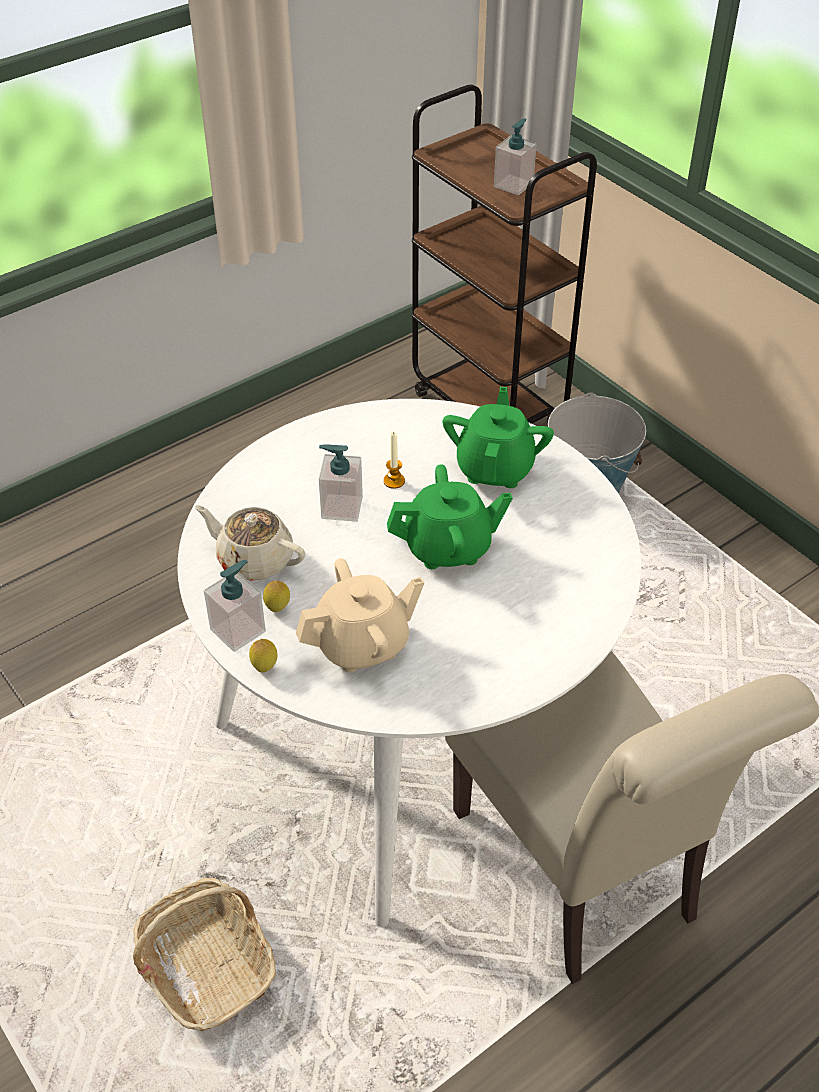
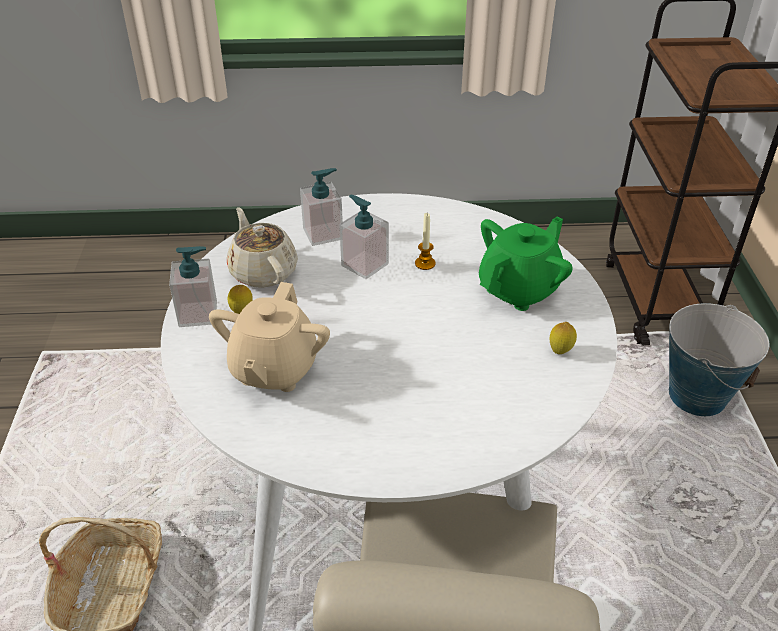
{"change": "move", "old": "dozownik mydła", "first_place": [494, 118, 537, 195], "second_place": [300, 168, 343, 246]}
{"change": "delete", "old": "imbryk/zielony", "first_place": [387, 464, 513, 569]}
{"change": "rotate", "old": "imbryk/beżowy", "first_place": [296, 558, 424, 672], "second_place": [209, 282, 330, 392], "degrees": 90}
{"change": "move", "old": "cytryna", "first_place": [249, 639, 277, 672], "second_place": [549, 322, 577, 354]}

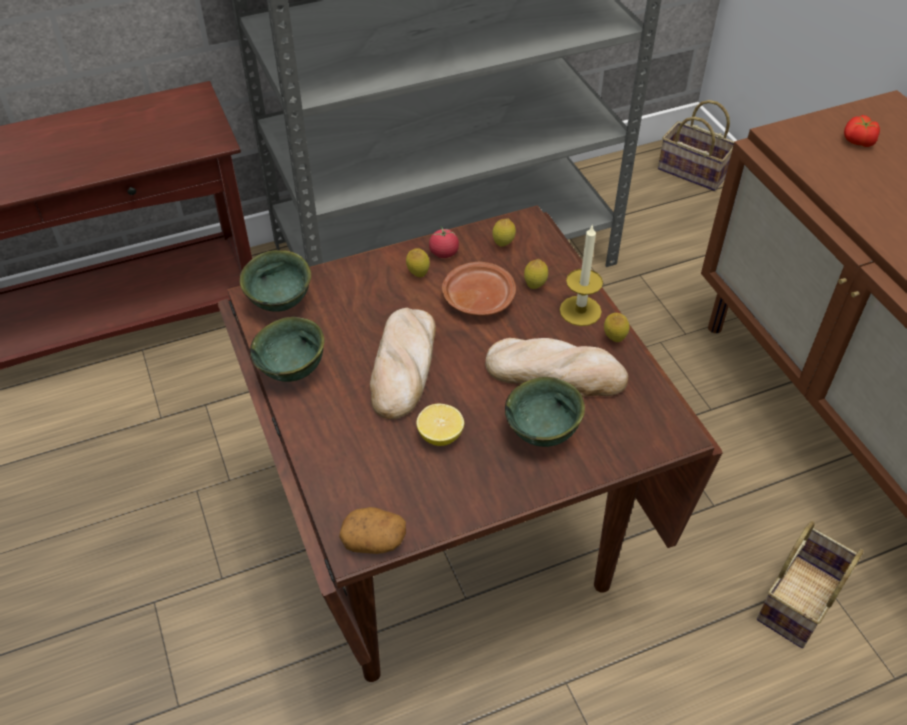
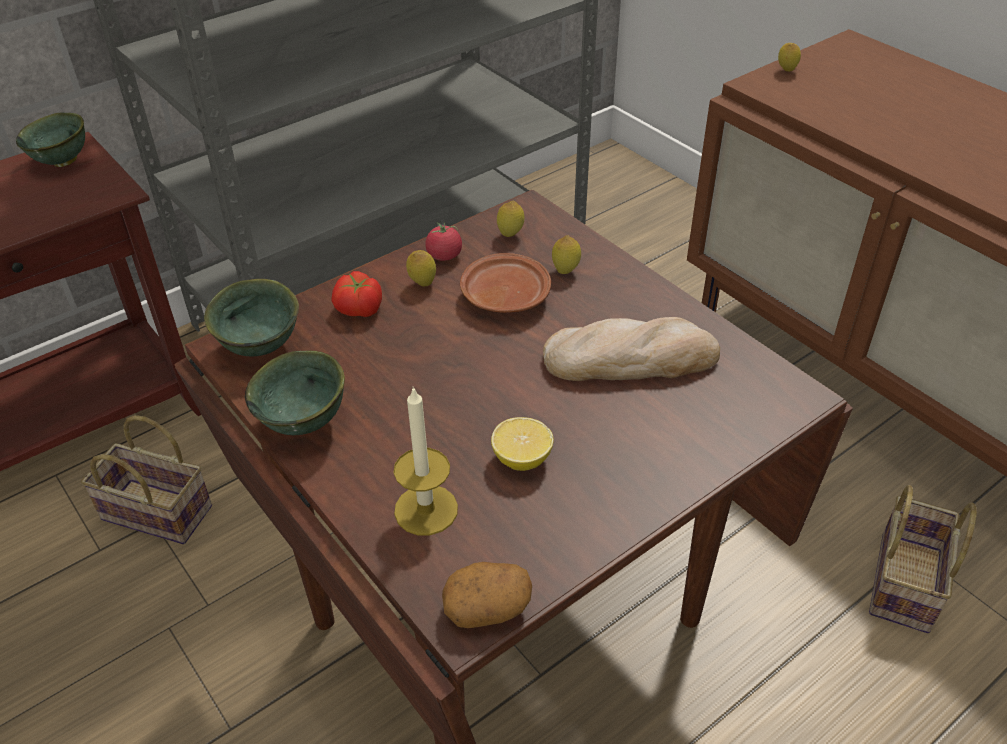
{"change": "move", "old": "koszyk", "first_place": [658, 100, 735, 191], "second_place": [81, 415, 212, 544]}
{"change": "move", "old": "pomidor", "first_place": [844, 115, 880, 147], "second_place": [331, 271, 382, 317]}
{"change": "move", "old": "świeca", "first_place": [560, 226, 603, 326], "second_place": [394, 387, 458, 535]}
{"change": "delete", "old": "chleb", "first_place": [370, 308, 436, 419]}
{"change": "move", "old": "cytryna", "first_place": [604, 313, 630, 342], "second_place": [778, 43, 801, 72]}
{"change": "move", "old": "miska/zielony", "first_place": [505, 377, 585, 447], "second_place": [16, 112, 85, 167]}

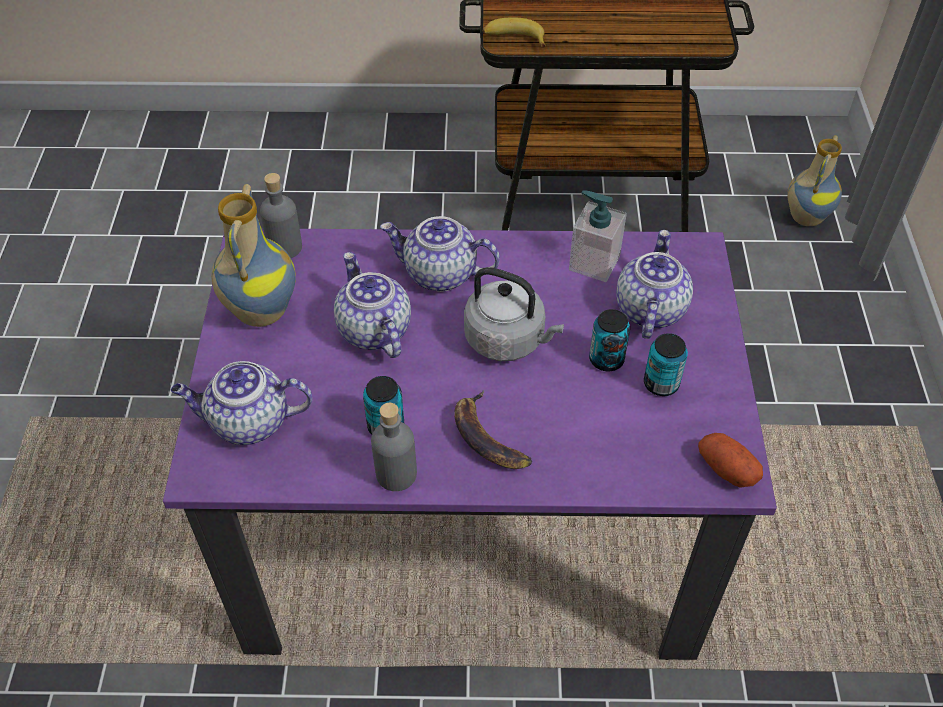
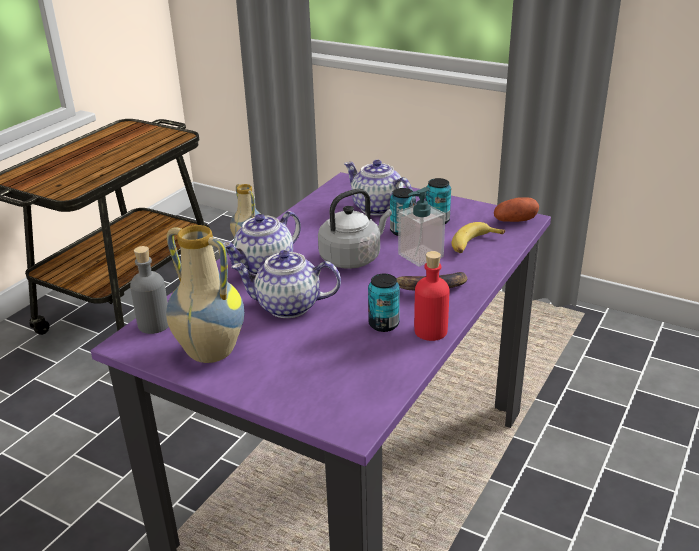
{"change": "move", "old": "banan", "first_place": [482, 17, 546, 48], "second_place": [452, 222, 505, 253]}
{"change": "move", "old": "dozownik mydła", "first_place": [569, 190, 627, 282], "second_place": [398, 187, 445, 267]}
{"change": "delete", "old": "imbryk", "first_place": [171, 361, 312, 445]}
{"change": "recolor", "old": "butelka/szary", "new": "butelka/czerwony", "first_place": [371, 403, 417, 491], "second_place": [414, 251, 449, 341]}

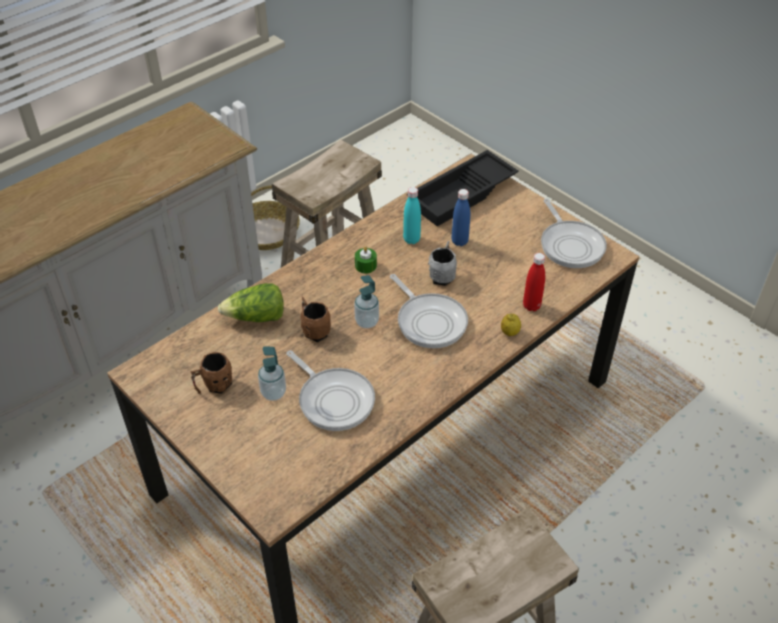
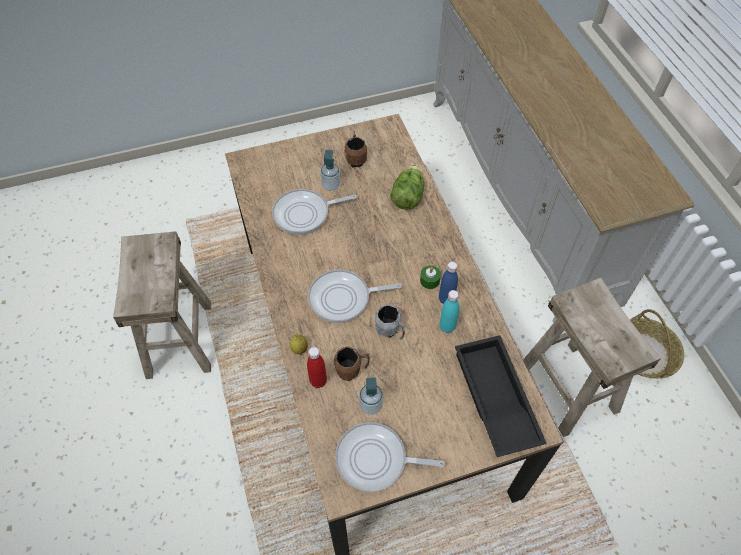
{"change": "move", "old": "butelka/niebieski", "first_place": [452, 189, 470, 246], "second_place": [439, 261, 458, 304]}
{"change": "move", "old": "dozownik mydła", "first_place": [354, 275, 379, 328], "second_place": [359, 377, 383, 415]}
{"change": "move", "old": "kubek/brązowy", "first_place": [300, 297, 331, 342], "second_place": [334, 346, 370, 381]}

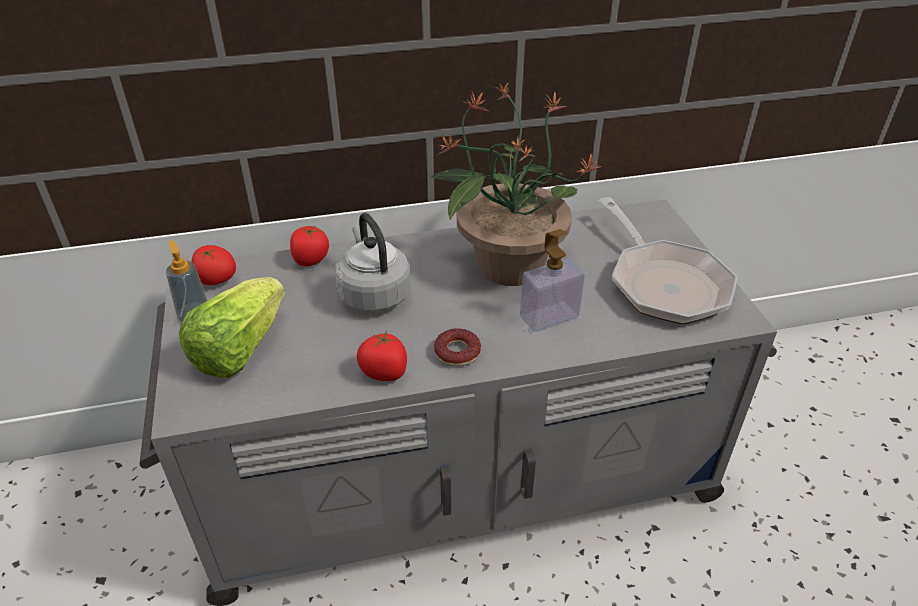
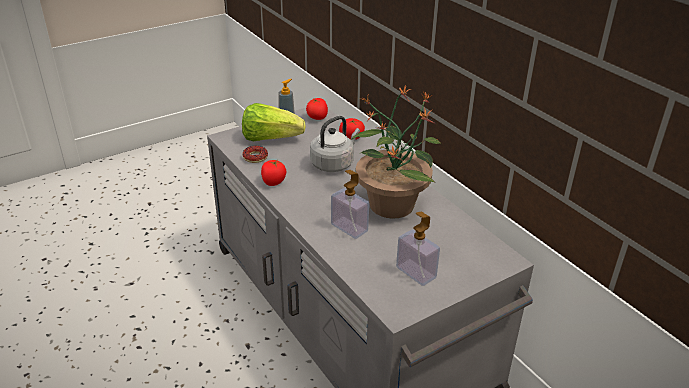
{"change": "replace", "old": "patelnia", "new": "dozownik mydła", "first_place": [599, 197, 737, 324], "second_place": [396, 212, 440, 286]}
{"change": "move", "old": "donut", "first_place": [434, 328, 481, 366], "second_place": [243, 146, 268, 163]}

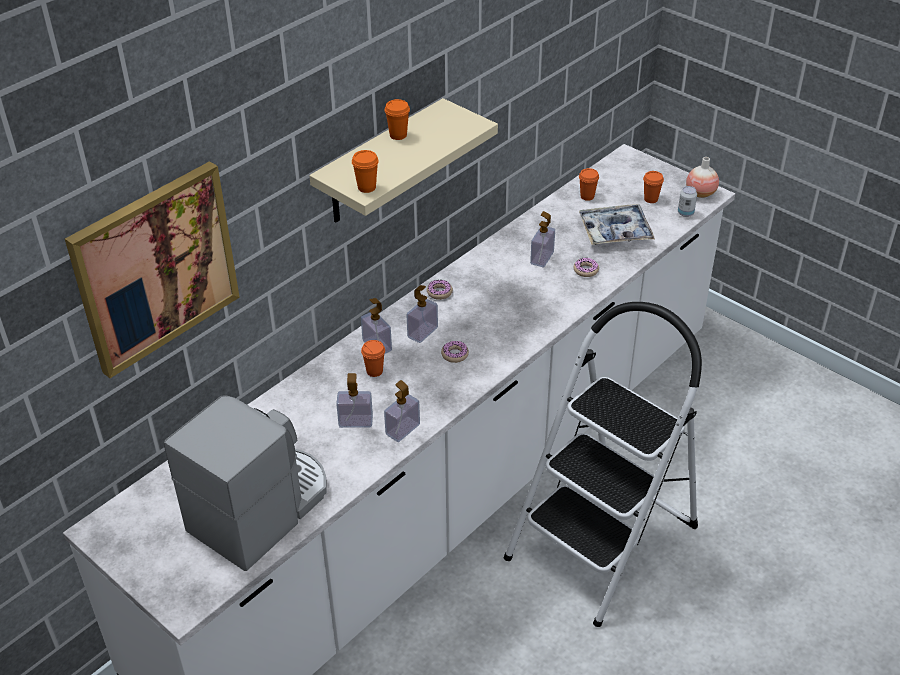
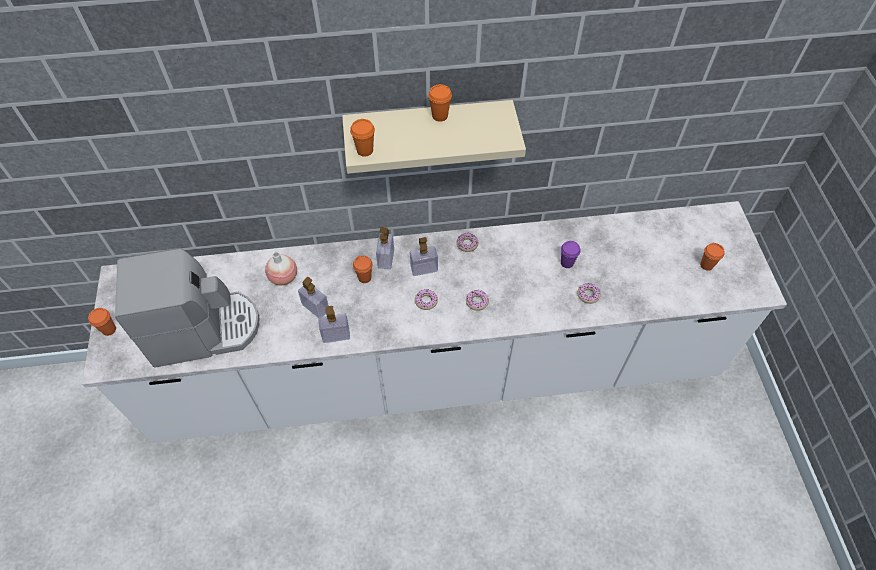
{"change": "move", "old": "wazon", "first_place": [686, 157, 719, 198], "second_place": [265, 252, 297, 285]}
{"change": "delete", "old": "obraz", "first_place": [65, 161, 240, 378]}
{"change": "move", "old": "filiżanka/pomarańczowy", "first_place": [579, 168, 599, 201], "second_place": [88, 308, 116, 336]}
{"change": "delete", "old": "puszka", "first_place": [678, 186, 697, 217]}
{"change": "delete", "old": "taca", "first_place": [579, 204, 655, 245]}
{"change": "replace", "old": "dozownik mydła", "new": "filiżanka/fioletowy", "first_place": [530, 211, 555, 267], "second_place": [561, 241, 580, 268]}
{"change": "delete", "old": "drabinka", "first_place": [504, 302, 702, 627]}
{"change": "insert", "new": "donut", "second_place": [466, 290, 489, 311]}

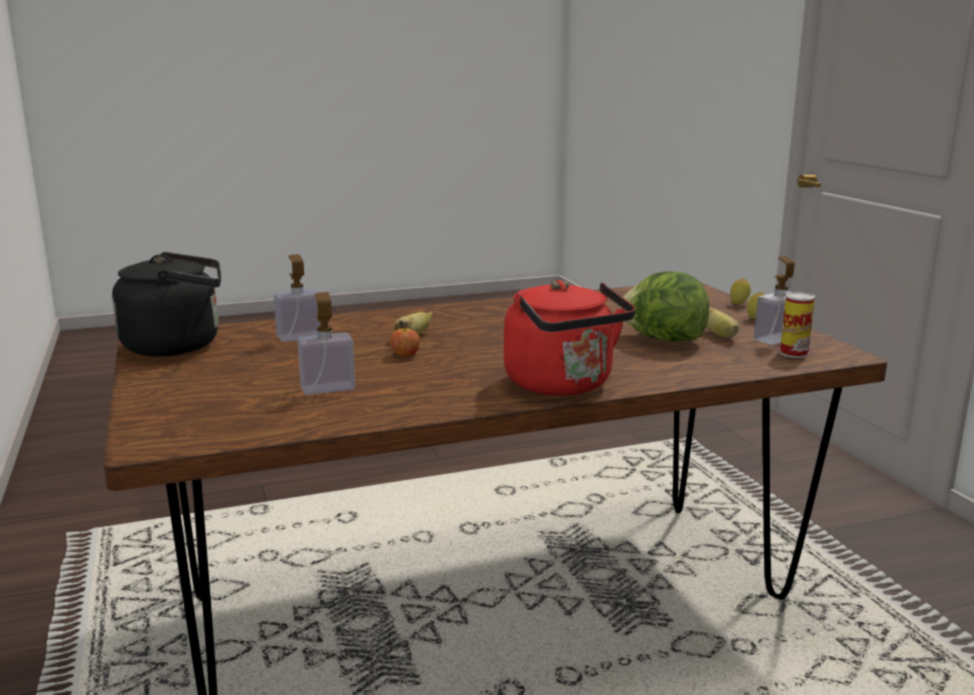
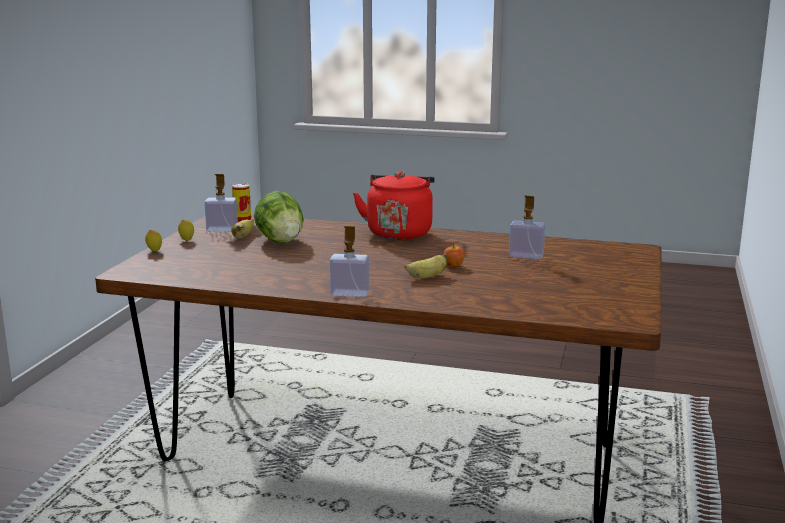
{"change": "delete", "old": "czajnik/czarny", "first_place": [112, 252, 221, 356]}
{"change": "move", "old": "dozownik mydła", "first_place": [274, 254, 321, 342], "second_place": [330, 226, 369, 297]}

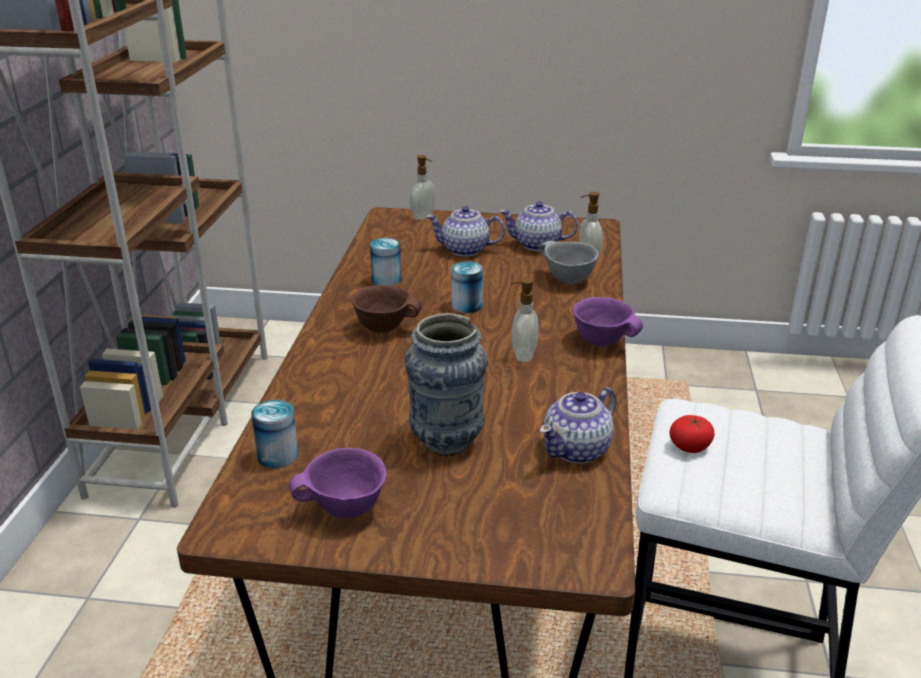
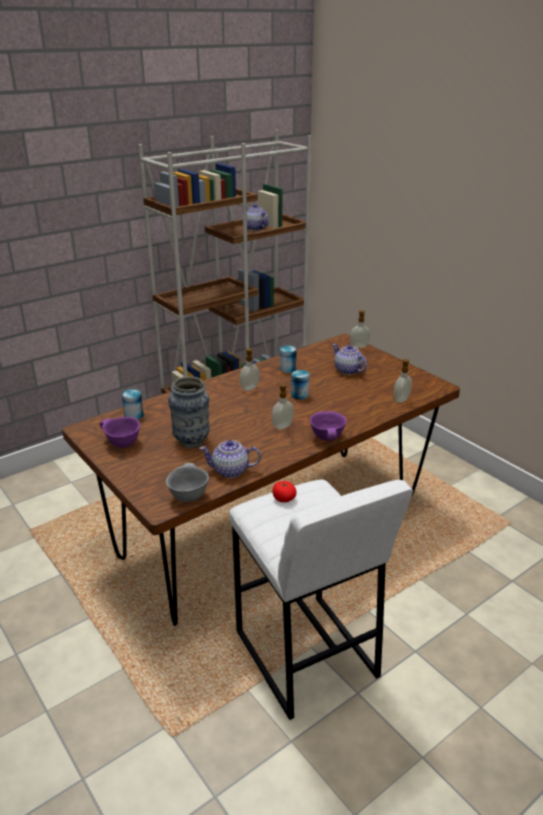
{"change": "move", "old": "imbryk", "first_place": [500, 201, 578, 251], "second_place": [247, 204, 269, 231]}
{"change": "move", "old": "miska/szary", "first_place": [539, 241, 599, 284], "second_place": [166, 463, 209, 502]}
{"change": "replace", "old": "miska/brązowy", "new": "dozownik mydła", "first_place": [351, 285, 422, 333], "second_place": [240, 348, 260, 391]}

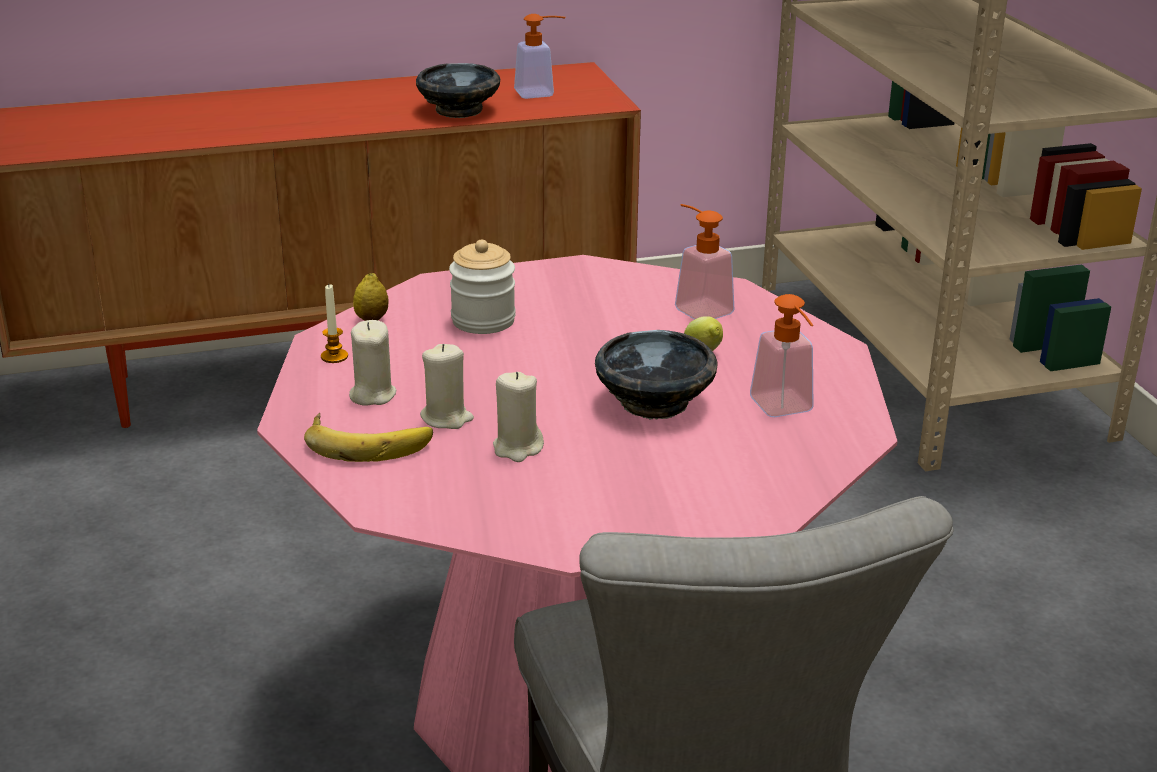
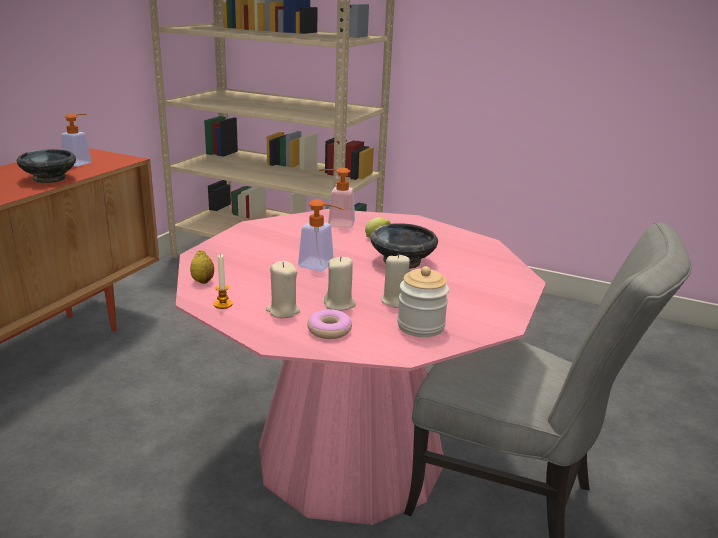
{"change": "move", "old": "słoik", "first_place": [449, 240, 516, 334], "second_place": [397, 266, 449, 337]}
{"change": "move", "old": "dozownik mydła", "first_place": [750, 294, 814, 417], "second_place": [298, 200, 343, 271]}
{"change": "replace", "old": "banan", "new": "donut", "first_place": [304, 412, 433, 462], "second_place": [307, 309, 352, 339]}

